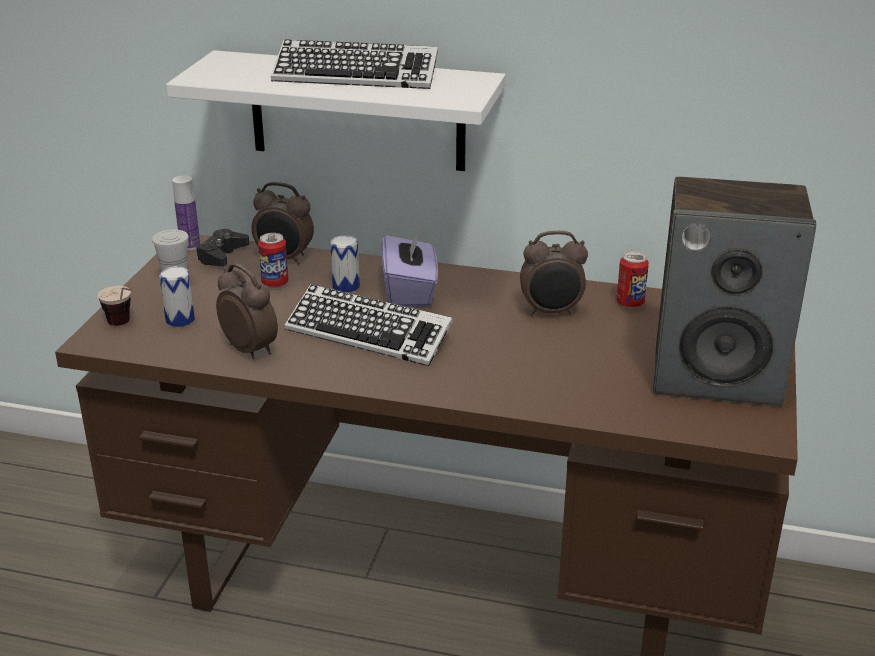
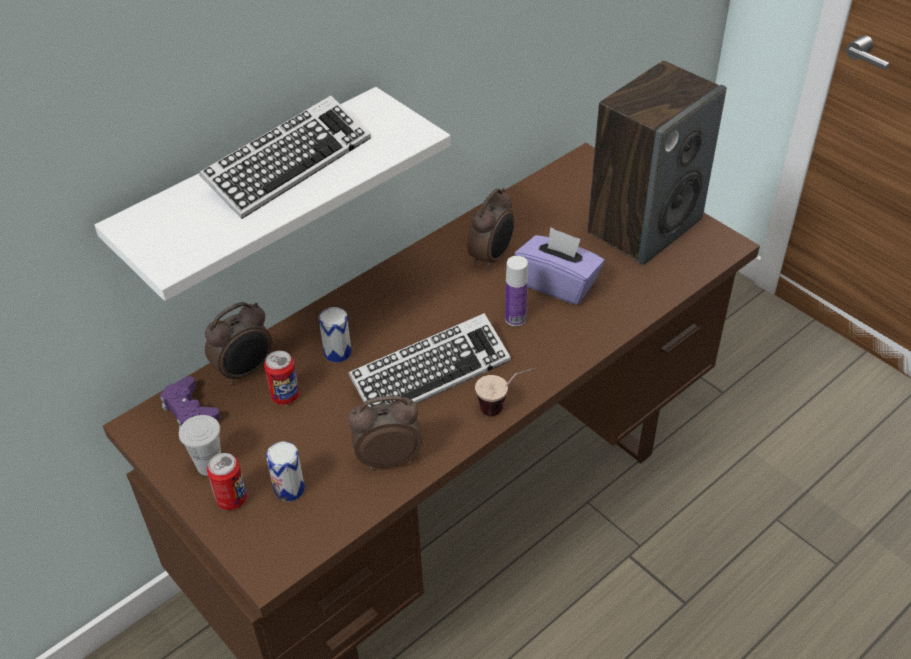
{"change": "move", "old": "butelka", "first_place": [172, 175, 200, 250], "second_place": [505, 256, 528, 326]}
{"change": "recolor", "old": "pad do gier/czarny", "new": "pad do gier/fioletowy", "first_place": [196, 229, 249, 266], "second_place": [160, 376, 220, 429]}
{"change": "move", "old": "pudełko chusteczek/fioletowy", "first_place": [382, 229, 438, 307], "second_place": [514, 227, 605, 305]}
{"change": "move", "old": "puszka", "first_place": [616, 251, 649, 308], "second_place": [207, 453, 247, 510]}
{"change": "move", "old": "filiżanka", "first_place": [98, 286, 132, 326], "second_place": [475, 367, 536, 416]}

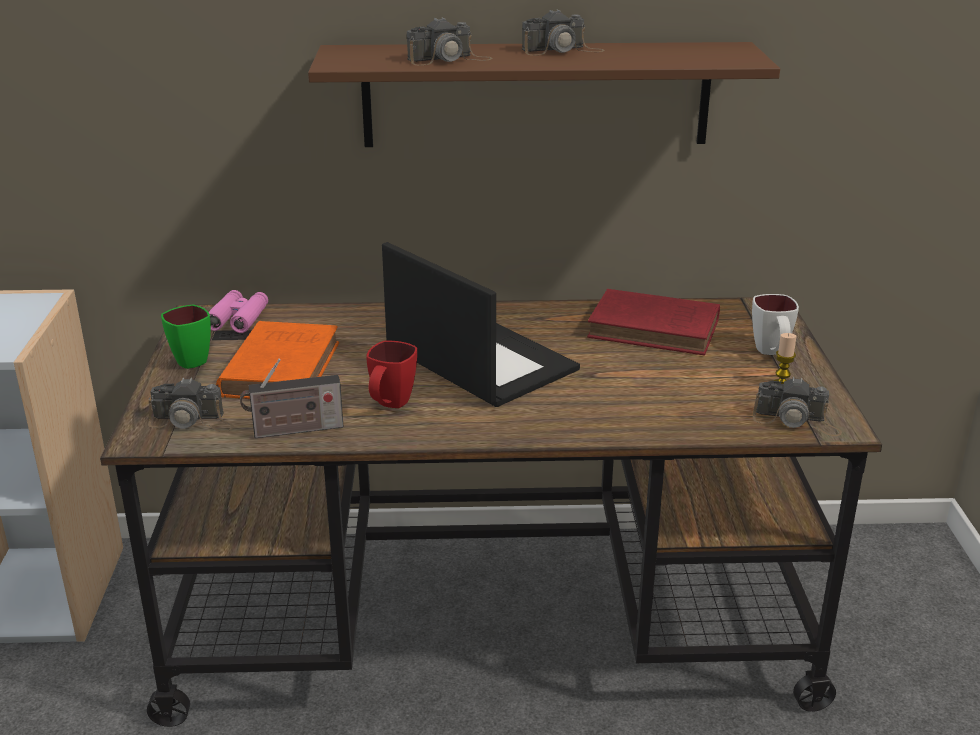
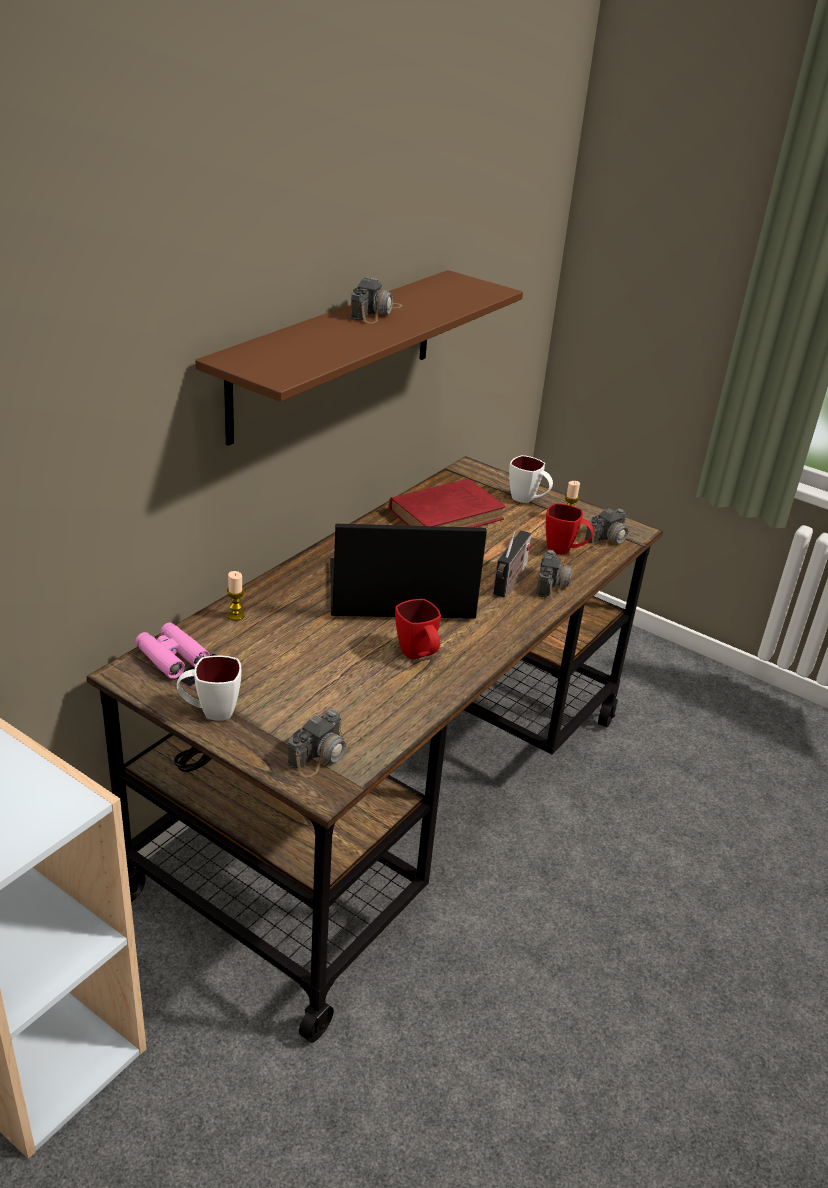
{"change": "move", "old": "aparat fotograficzny", "first_place": [407, 18, 493, 66], "second_place": [536, 550, 574, 601]}
{"change": "recolor", "old": "kubek/zielony", "new": "kubek/biały", "first_place": [161, 305, 211, 369], "second_place": [177, 655, 241, 721]}
{"change": "delete", "old": "książka/pomarańczowy", "first_place": [216, 321, 339, 399]}
{"change": "move", "old": "radio", "first_place": [240, 359, 343, 438], "second_place": [493, 530, 532, 597]}
{"change": "insert", "new": "kubek/czerwony", "second_place": [546, 503, 594, 555]}
{"change": "insert", "new": "świeca", "second_place": [227, 571, 244, 621]}

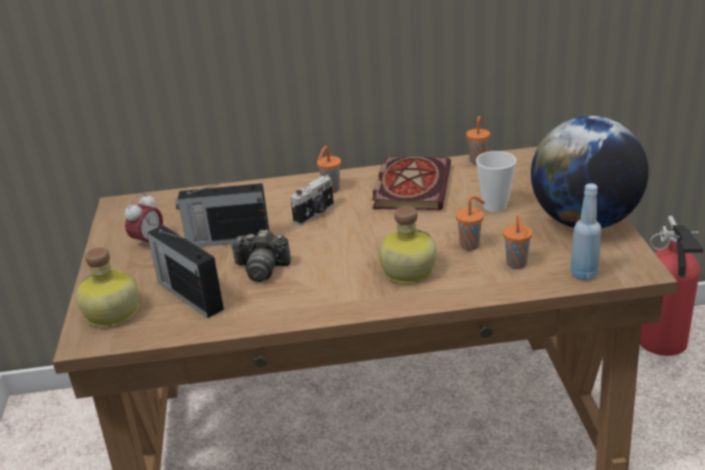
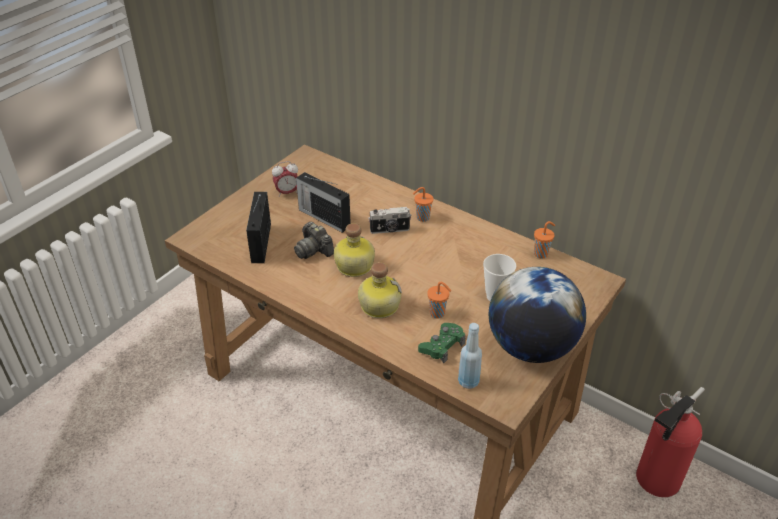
{"change": "delete", "old": "książka", "first_place": [372, 156, 451, 210]}
{"change": "replace", "old": "filiżanka/pomarańczowy", "new": "pad do gier/zielony", "first_place": [503, 215, 533, 269], "second_place": [418, 323, 465, 363]}
{"change": "move", "old": "butelka", "first_place": [76, 247, 138, 327], "second_place": [334, 223, 375, 277]}

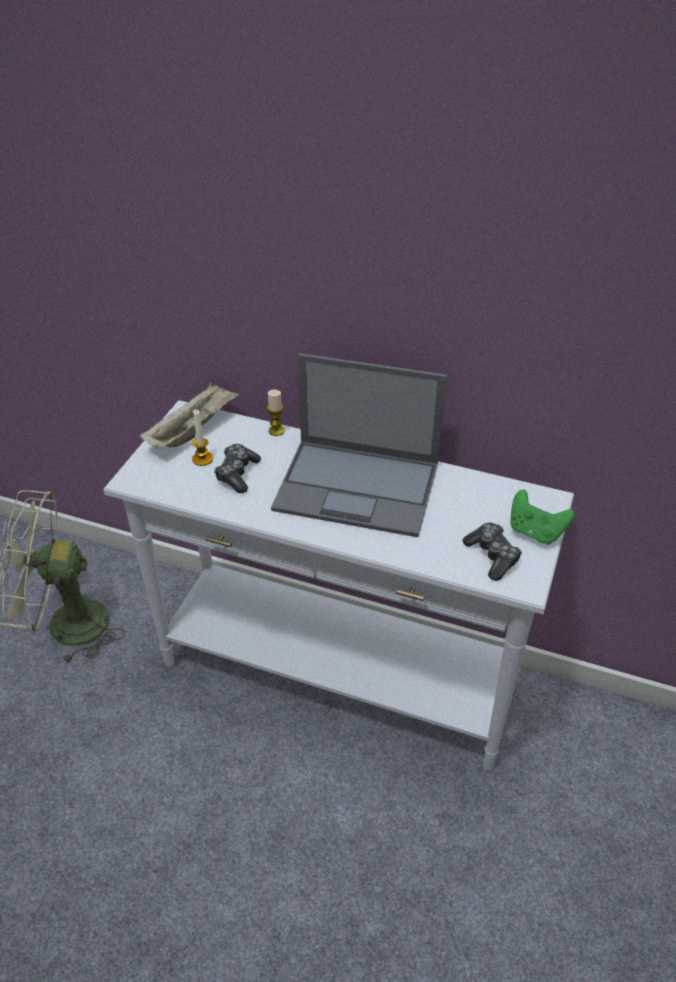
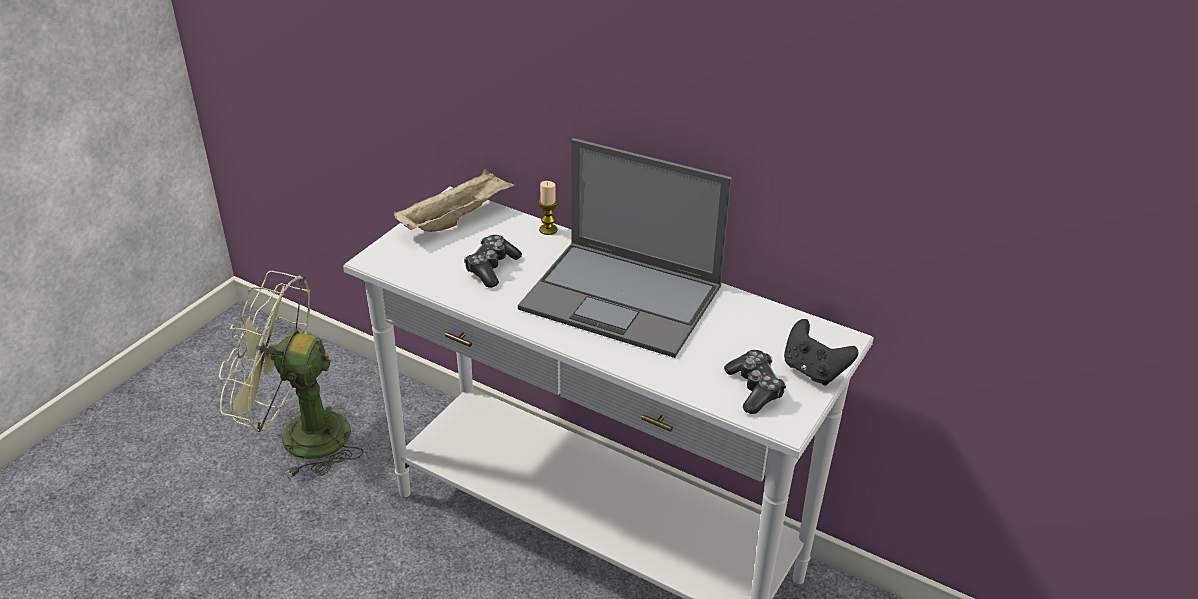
{"change": "delete", "old": "świeca", "first_place": [192, 409, 213, 466]}
{"change": "recolor", "old": "pad do gier/zielony", "new": "pad do gier/czarny", "first_place": [510, 489, 575, 545], "second_place": [784, 319, 859, 386]}

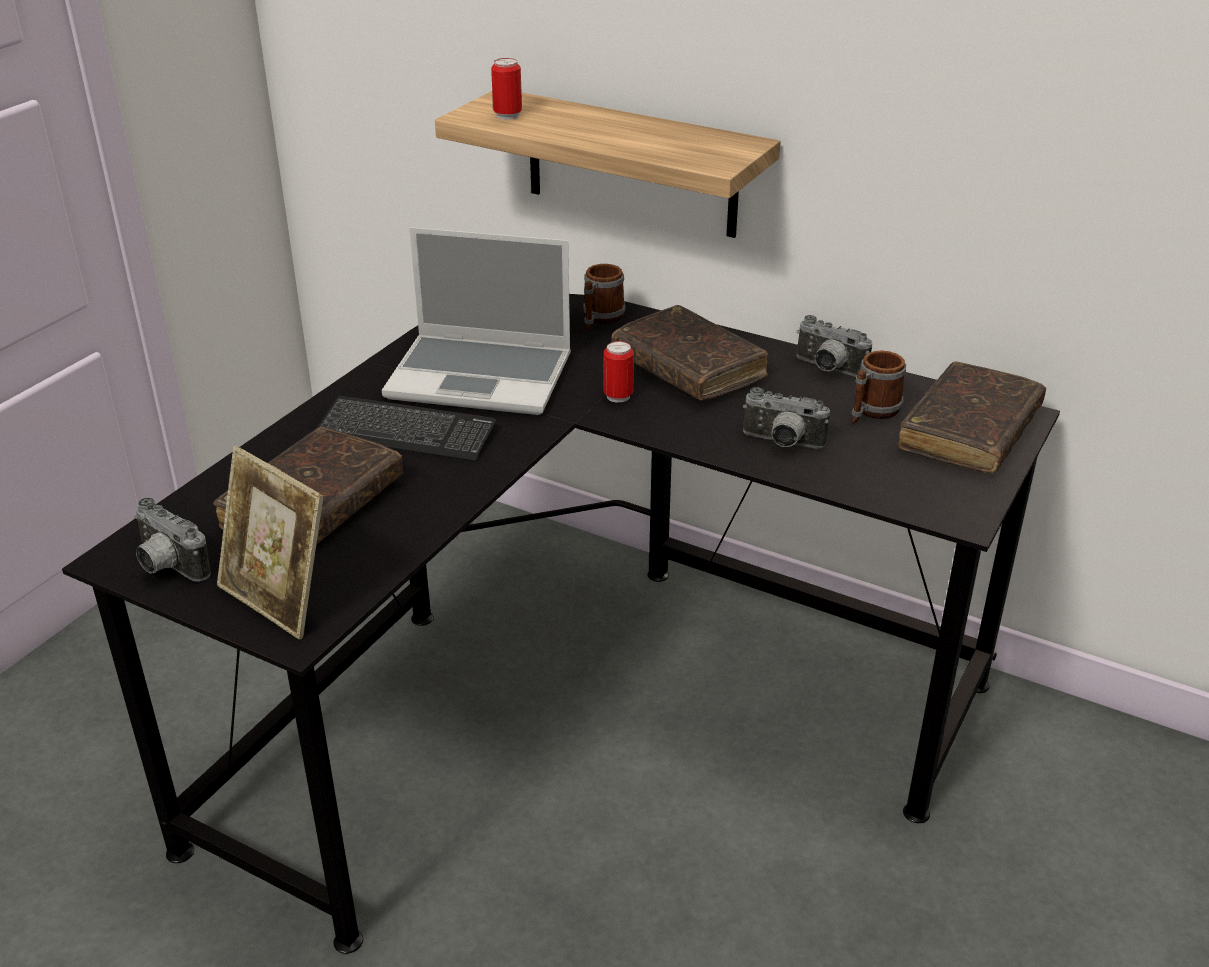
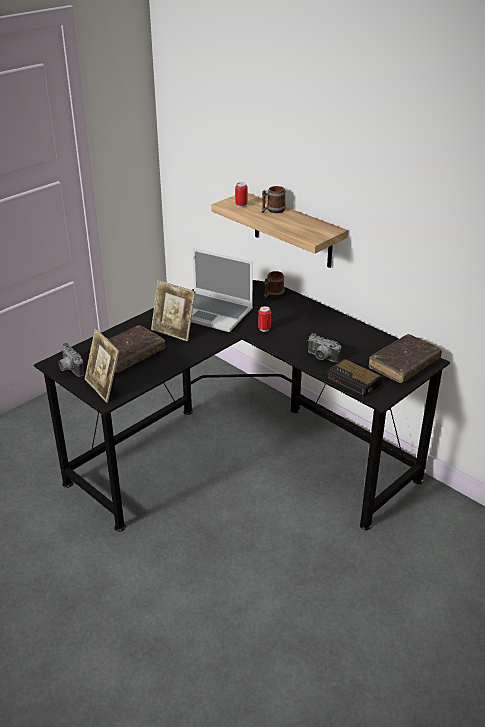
{"change": "delete", "old": "książka/brązowy", "first_place": [611, 305, 768, 401]}
{"change": "delete", "old": "aparat fotograficzny", "first_place": [797, 315, 872, 377]}
{"change": "move", "old": "kubek", "first_place": [852, 351, 906, 424], "second_place": [261, 186, 286, 213]}
{"change": "replace", "old": "klawiatura", "new": "ramka na zdjęcie", "first_place": [317, 396, 496, 462], "second_place": [151, 280, 196, 341]}
{"change": "insert", "new": "budzik", "second_place": [326, 358, 382, 397]}

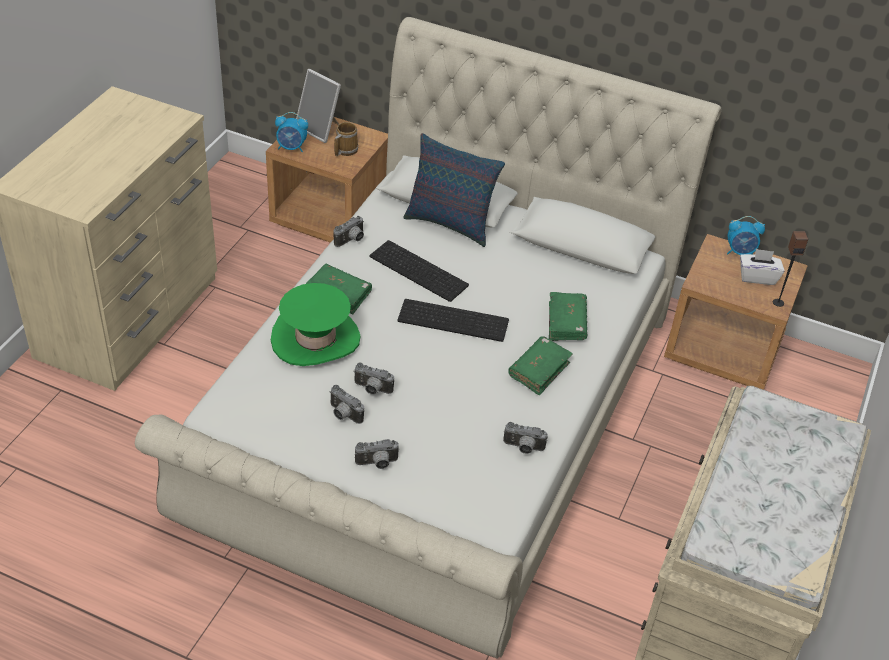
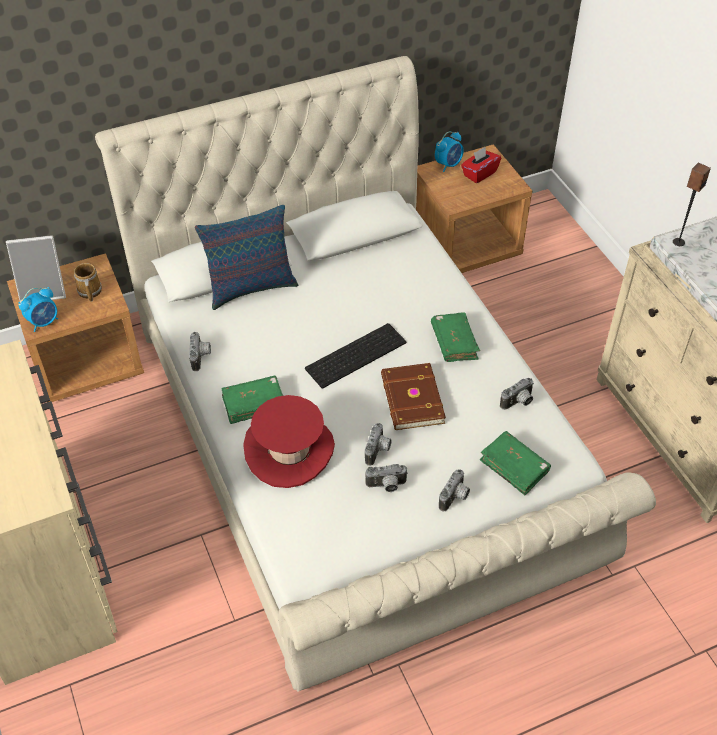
{"change": "move", "old": "głośnik", "first_place": [773, 231, 808, 307], "second_place": [673, 163, 711, 246]}
{"change": "delete", "old": "klawiatura", "first_place": [370, 240, 469, 302]}
{"change": "recolor", "old": "pudełko chusteczek/biały", "new": "pudełko chusteczek/czerwony", "first_place": [740, 249, 785, 285], "second_place": [461, 147, 501, 183]}
{"change": "recolor", "old": "kapelusz/zielony", "new": "kapelusz/czerwony", "first_place": [271, 283, 361, 366], "second_place": [243, 395, 335, 488]}
{"change": "move", "old": "książka/zielony", "first_place": [549, 292, 587, 341], "second_place": [480, 431, 551, 495]}
{"change": "rotate", "old": "aparat fotograficzny", "first_place": [353, 363, 394, 395], "second_place": [365, 423, 392, 466], "degrees": -45}
{"change": "insert", "new": "książka/brązowy", "second_place": [381, 363, 446, 430]}

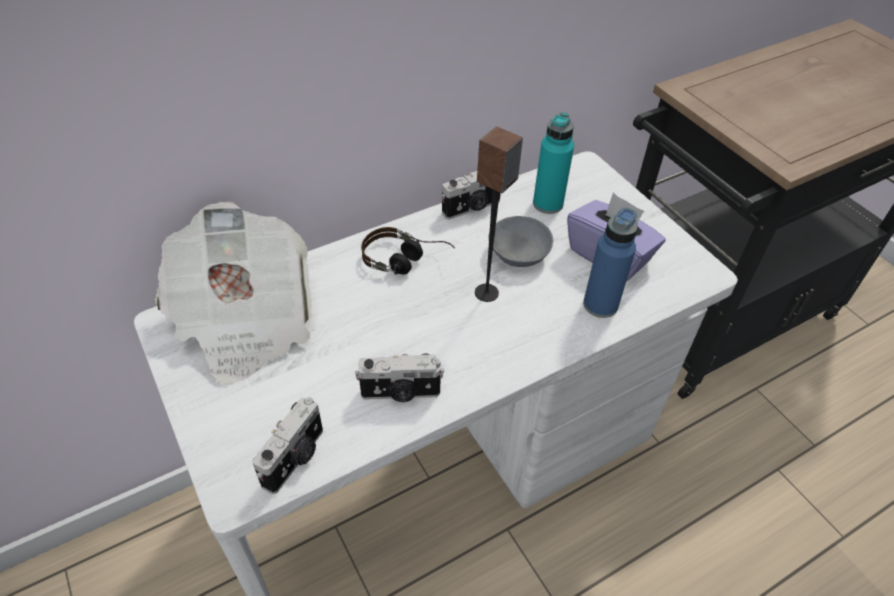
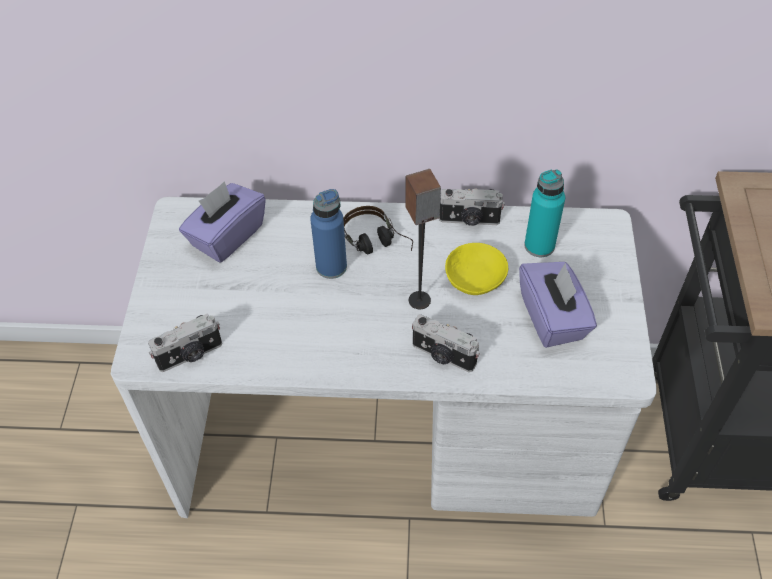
{"change": "replace", "old": "gazeta", "new": "pudełko chusteczek/fioletowy", "first_place": [155, 202, 312, 385], "second_place": [179, 181, 266, 263]}
{"change": "move", "old": "butelka/niebieski", "first_place": [583, 208, 638, 318], "second_place": [310, 189, 347, 279]}
{"change": "recolor", "old": "miska/szary", "new": "miska/żółty", "first_place": [489, 216, 553, 267], "second_place": [445, 243, 508, 295]}
{"change": "move", "old": "aparat fotograficzny", "first_place": [355, 354, 444, 402], "second_place": [412, 314, 480, 372]}

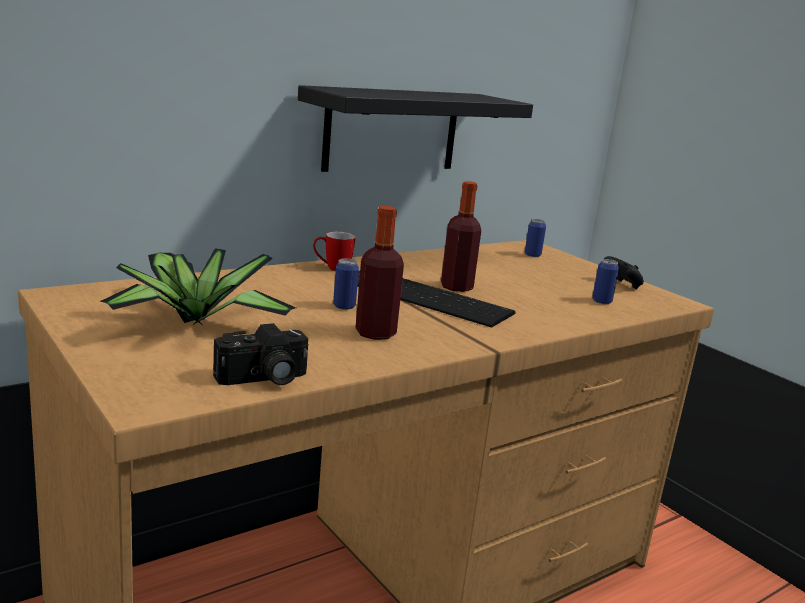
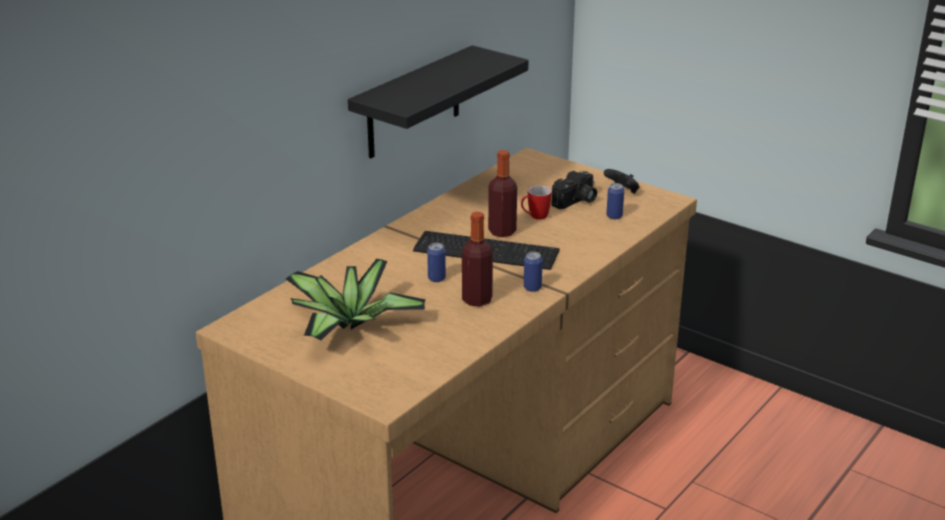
{"change": "move", "old": "puszka", "first_place": [525, 219, 546, 257], "second_place": [524, 252, 543, 292]}
{"change": "move", "old": "kubek", "first_place": [313, 232, 355, 271], "second_place": [521, 186, 552, 220]}
{"change": "move", "old": "aparat fotograficzny", "first_place": [213, 323, 308, 385], "second_place": [551, 171, 597, 209]}

